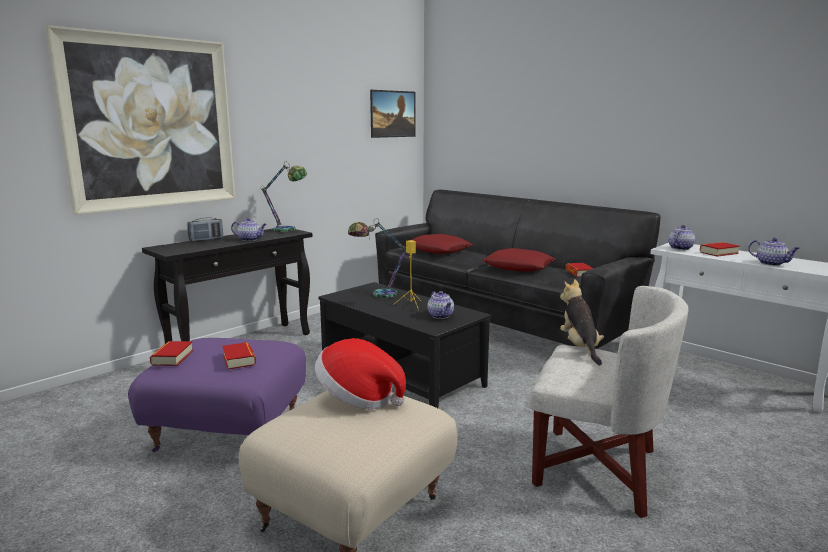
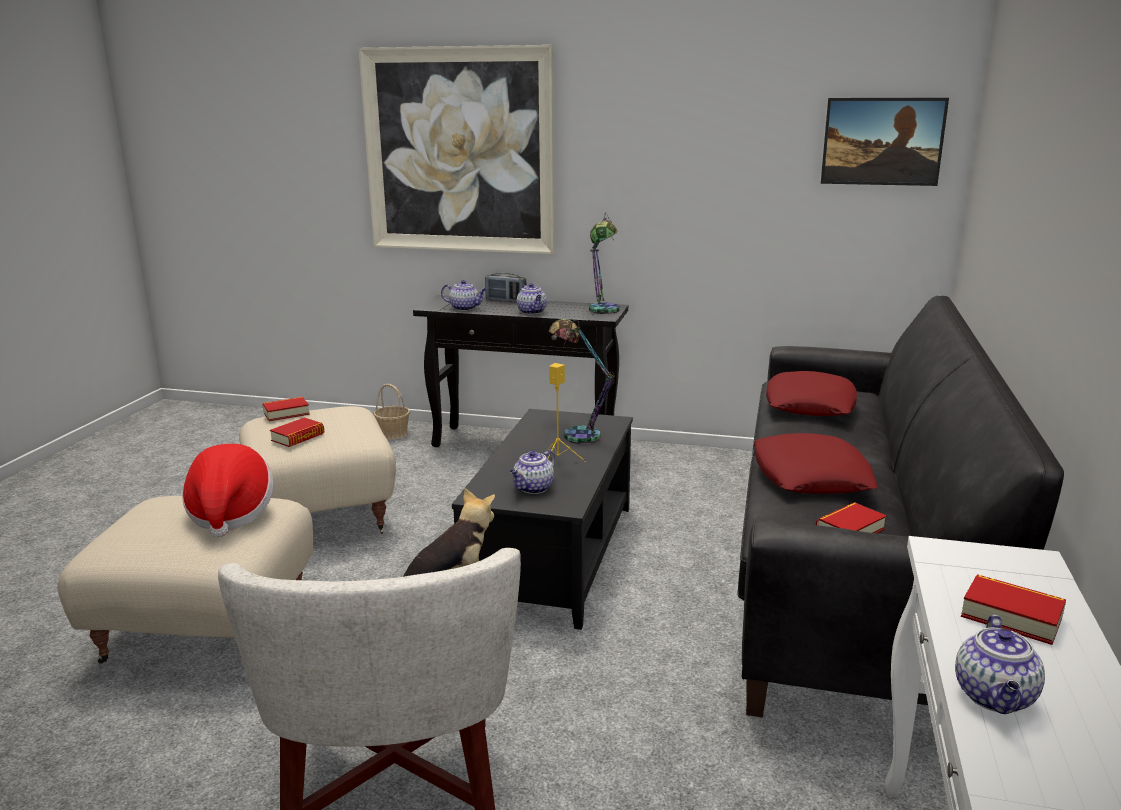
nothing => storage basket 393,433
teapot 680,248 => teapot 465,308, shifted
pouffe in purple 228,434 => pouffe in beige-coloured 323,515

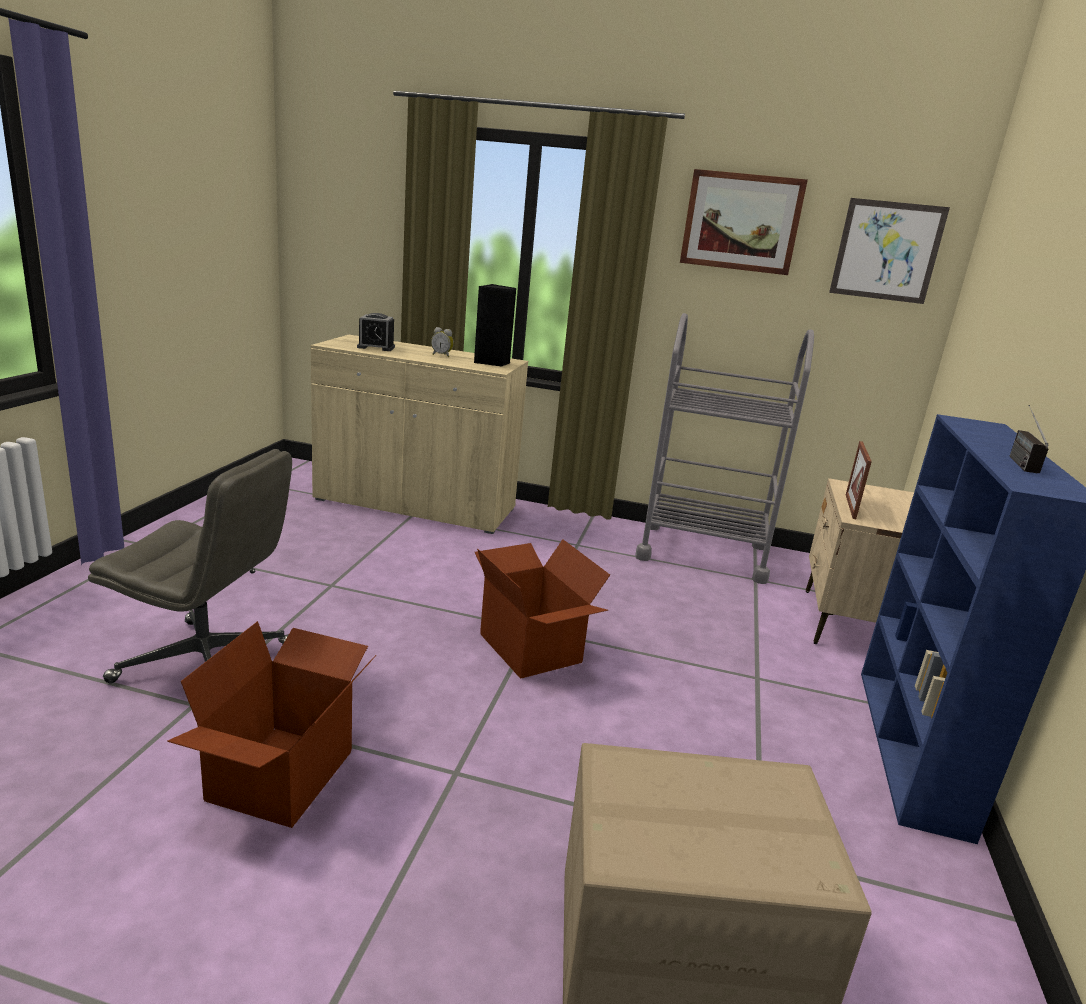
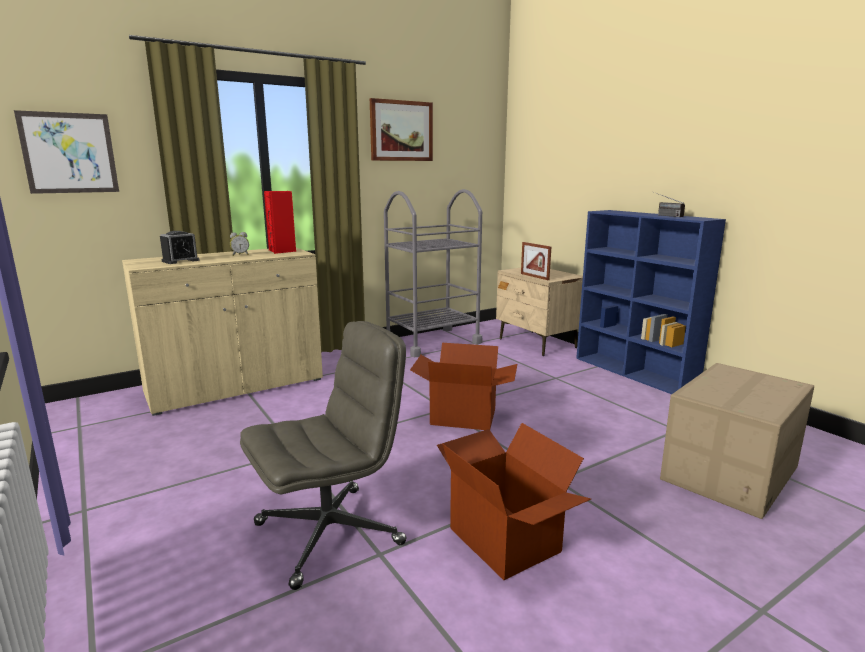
picture 887,251 => picture 69,153, shifted
loudspeaker in black 492,362 => loudspeaker in reddish 282,251

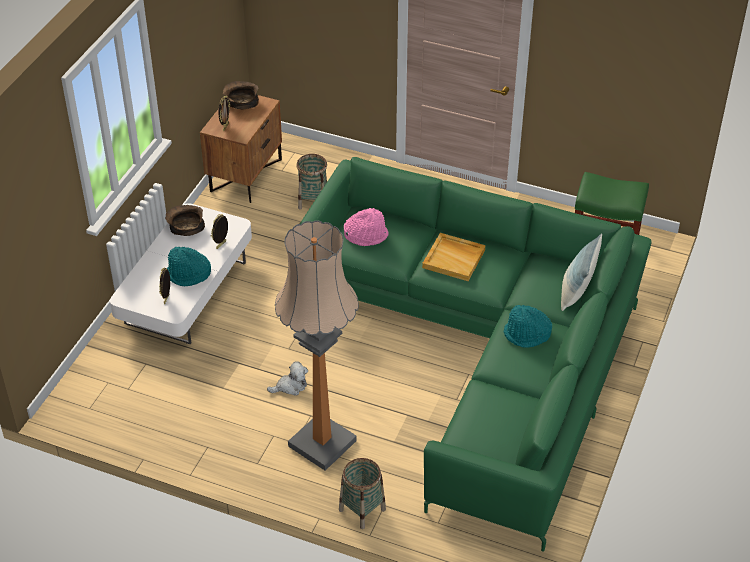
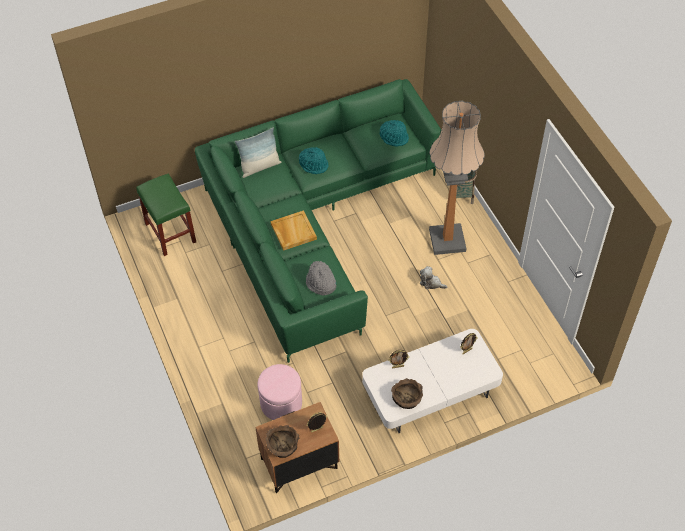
clothing hat in turquoise-coloured 188,275 => clothing hat in turquoise-coloured 394,137, shifted
storage basket 313,200 => pouffe in pink 281,403
clothing hat in pink 366,235 => clothing hat in greyish 320,283

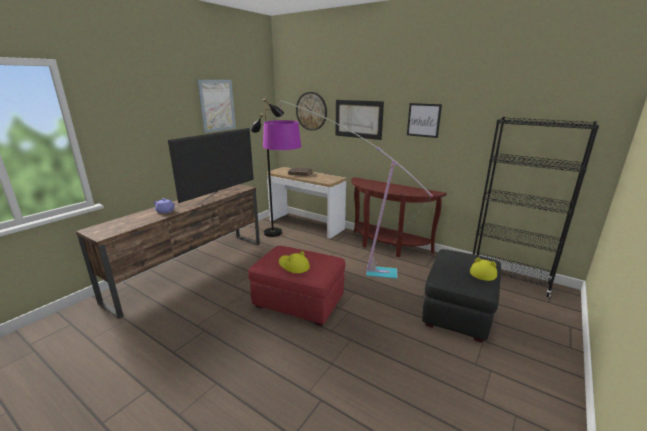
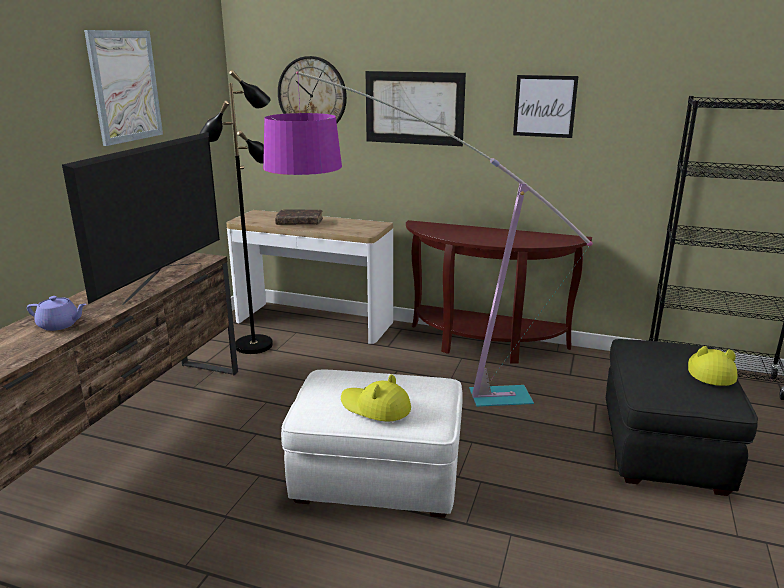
pouffe in reddish 299,302 => pouffe in whitish 378,479

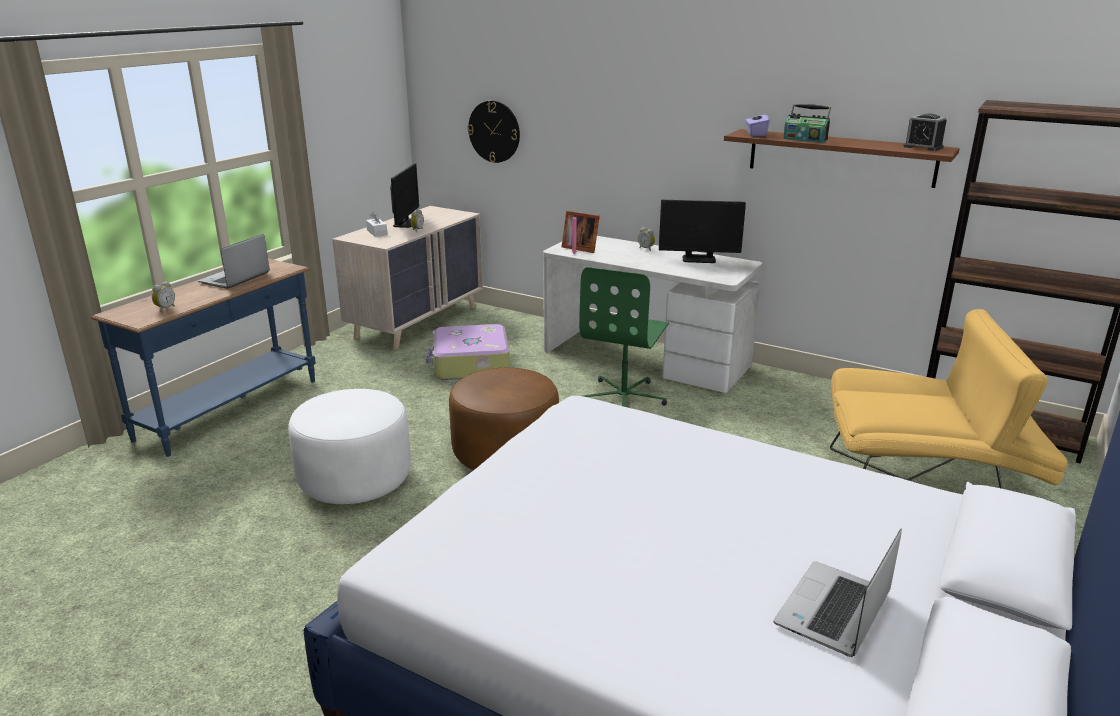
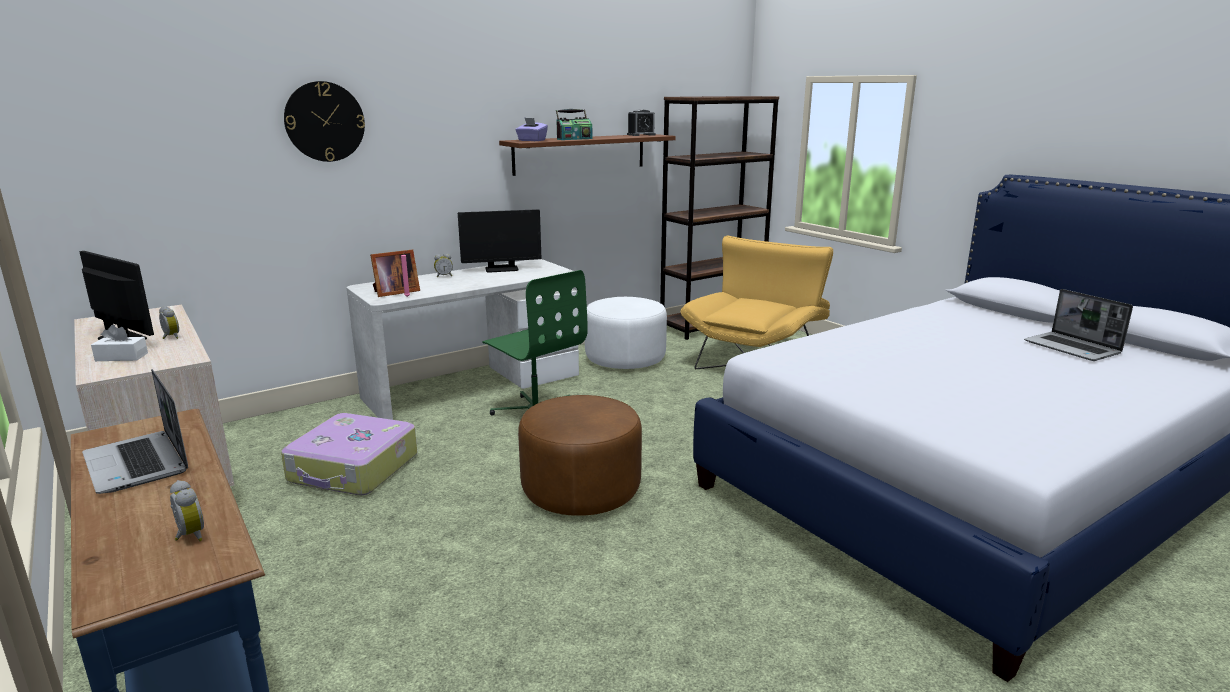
pouffe in whitish 355,479 => pouffe in whitish 625,359, shifted
wall clock 494,131 => wall clock 324,121, shifted
computer screen 699,259 => computer screen 501,269, 45 degrees clockwise

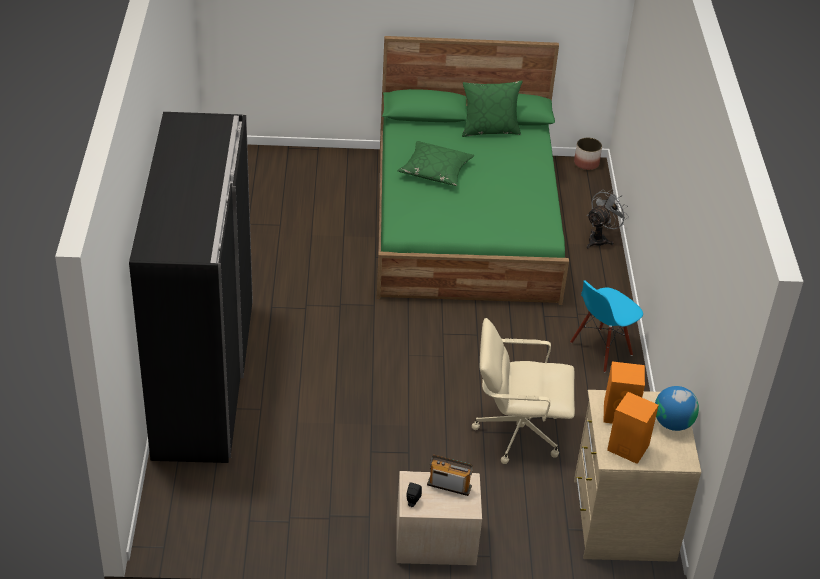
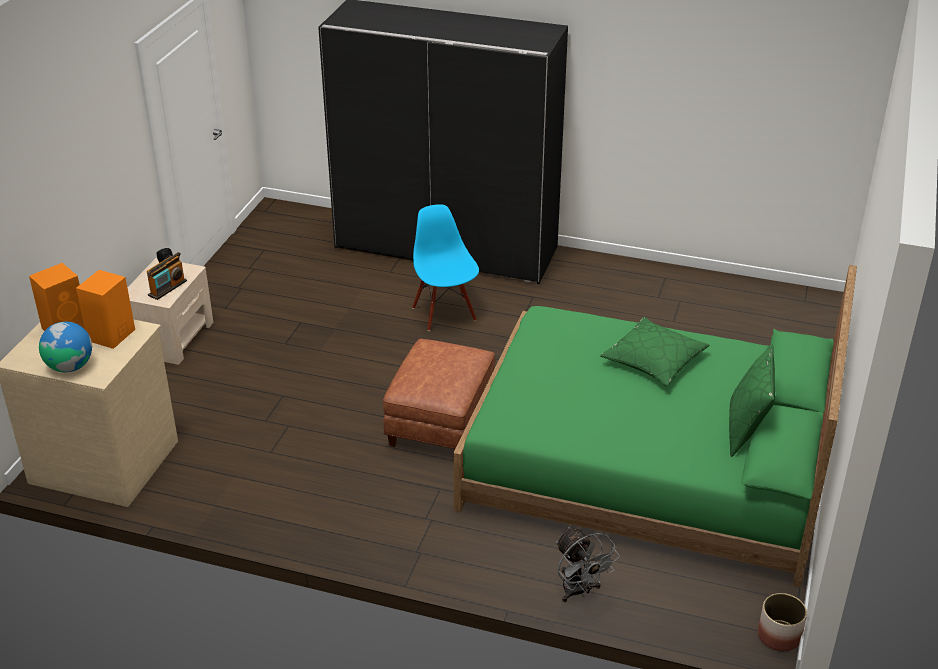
computer chair in beige-coloured 517,431 => nothing
nothing => pouffe in brown 441,424
chair in blue 601,349 => chair in blue 445,313, shifted

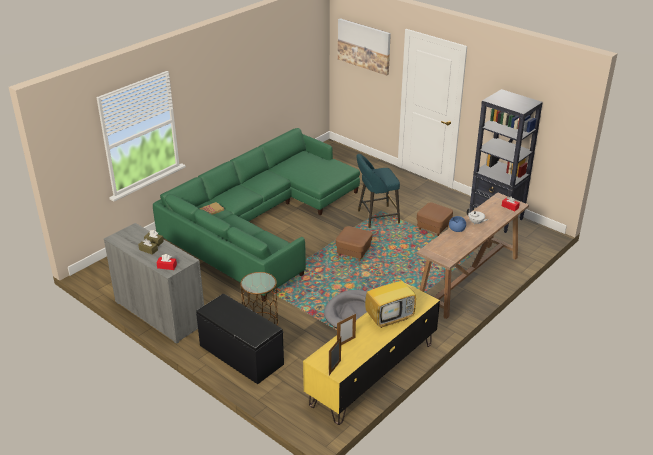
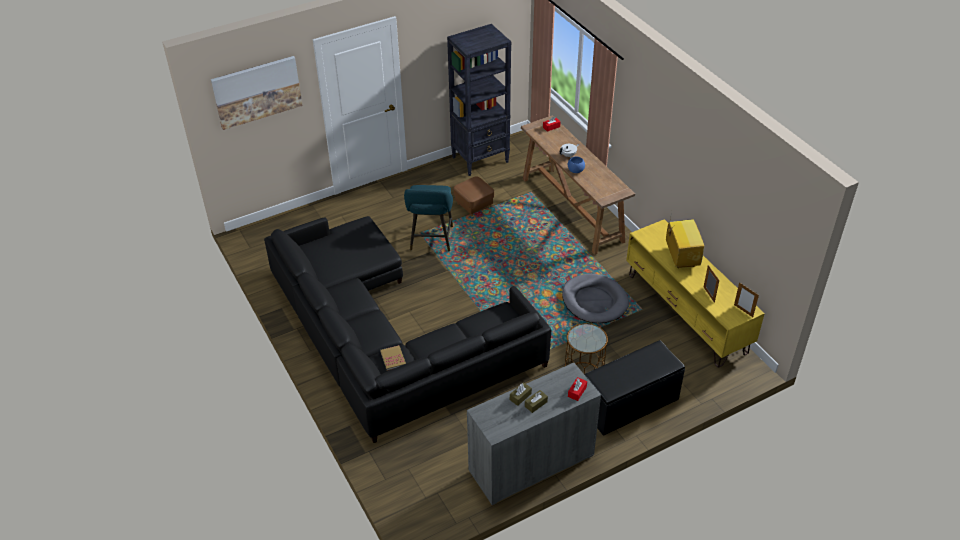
pouffe in brown 353,252 => nothing
sofa in greenish 260,222 => sofa in black 387,337

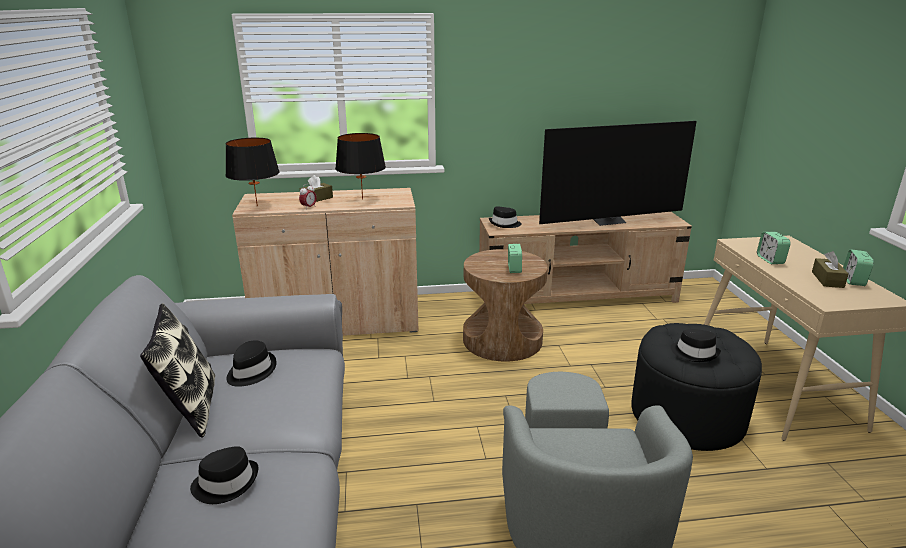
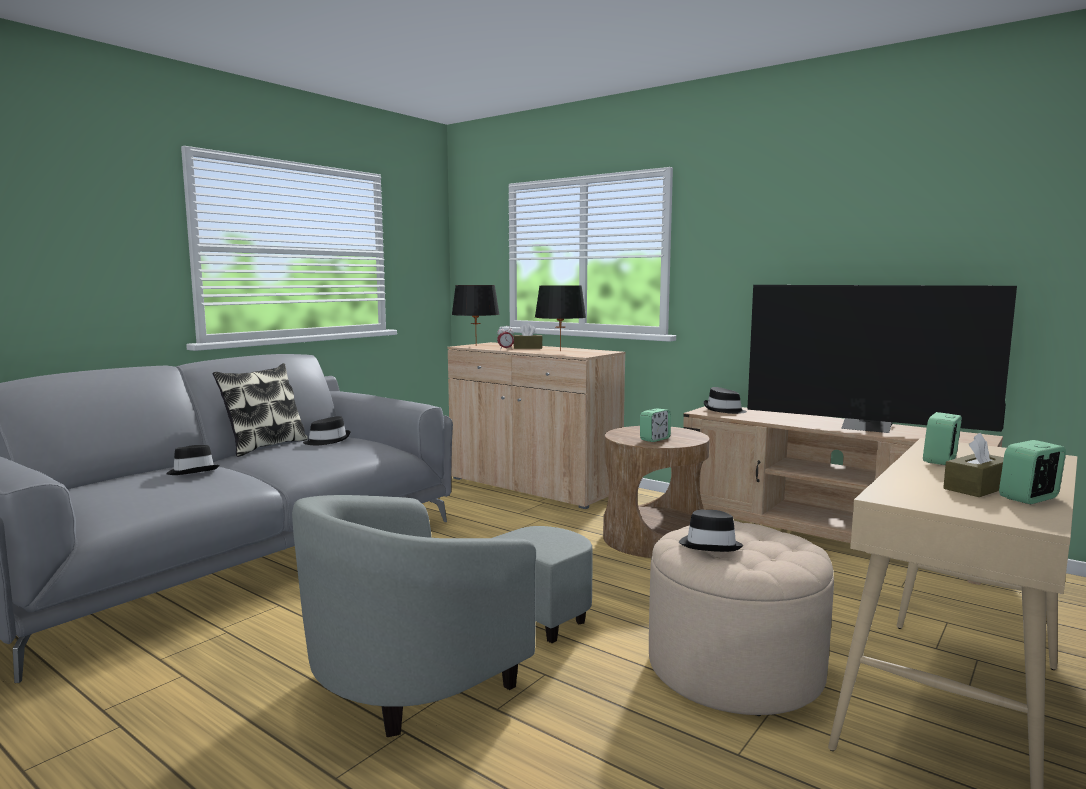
pouffe in black 687,416 => pouffe in beige-coloured 734,667

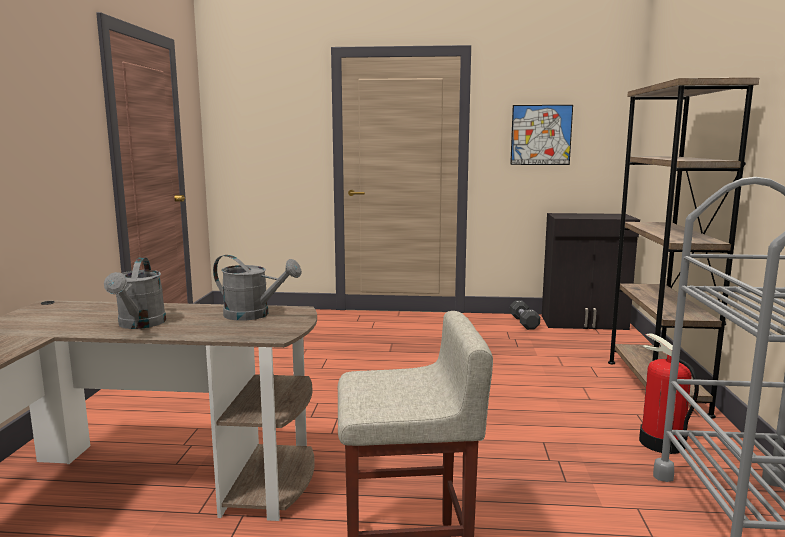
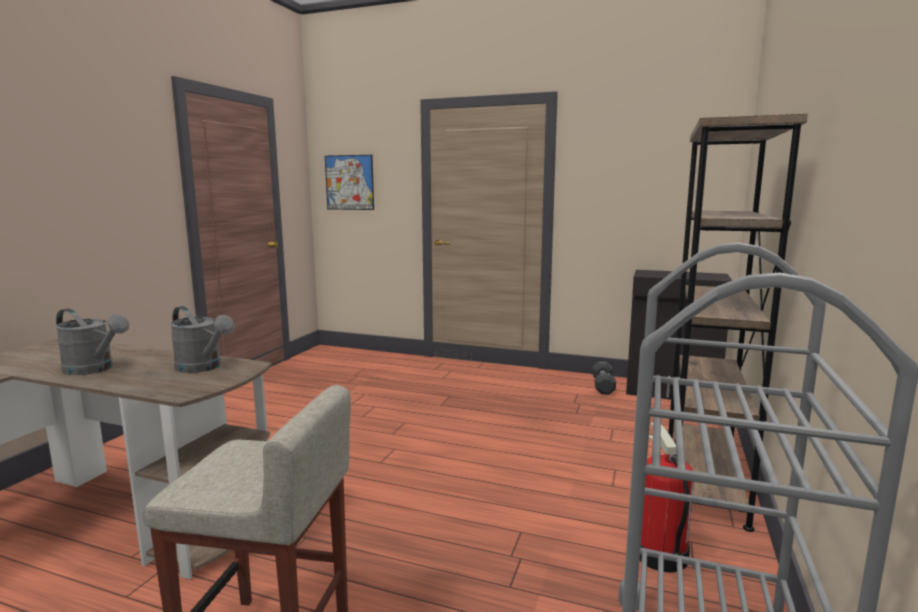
picture 541,135 => picture 349,182, shifted
watering can in greyish 139,325 => watering can in greyish 94,369, 75 degrees counterclockwise

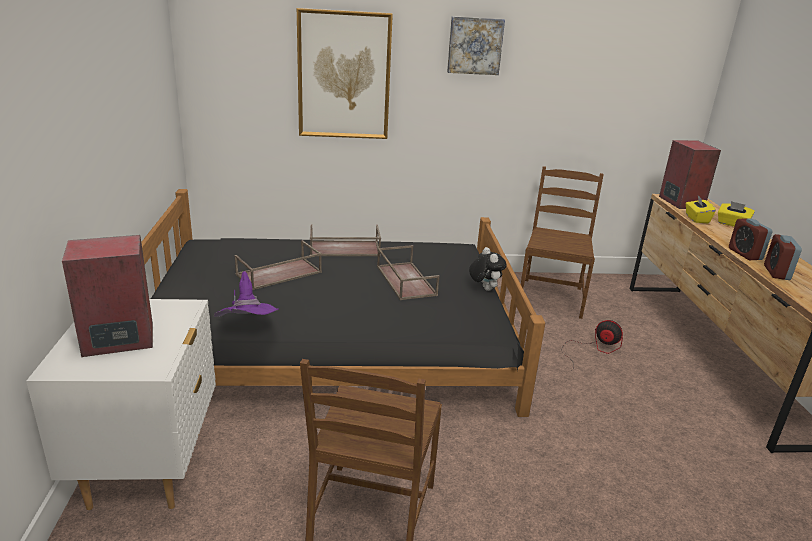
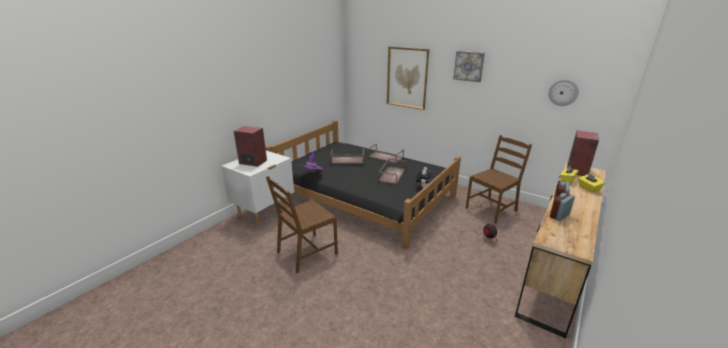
nothing => wall clock 563,92

